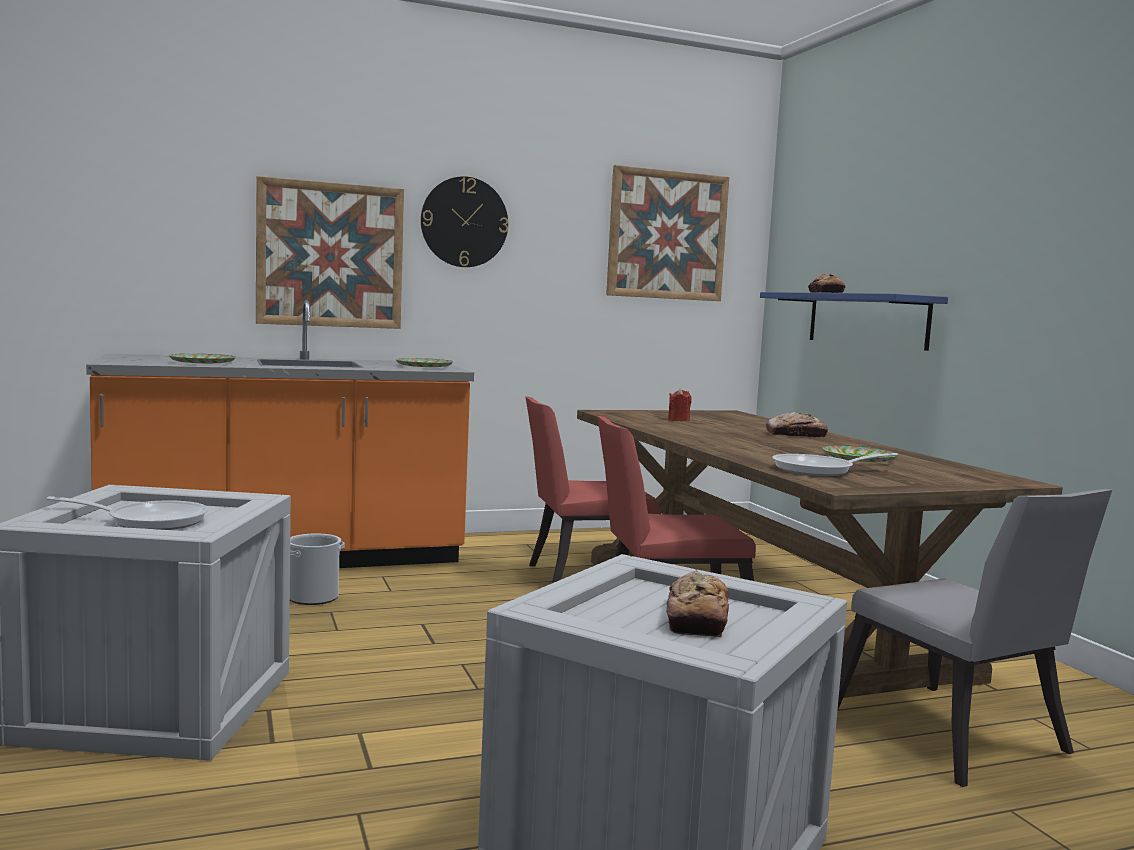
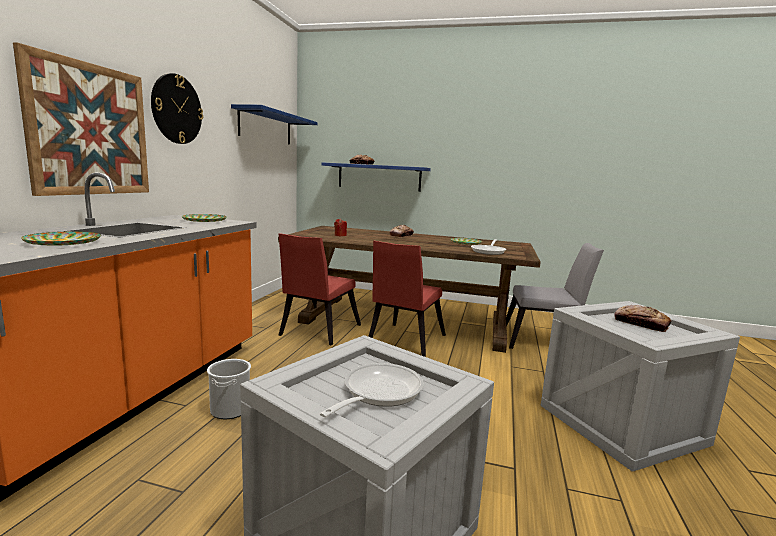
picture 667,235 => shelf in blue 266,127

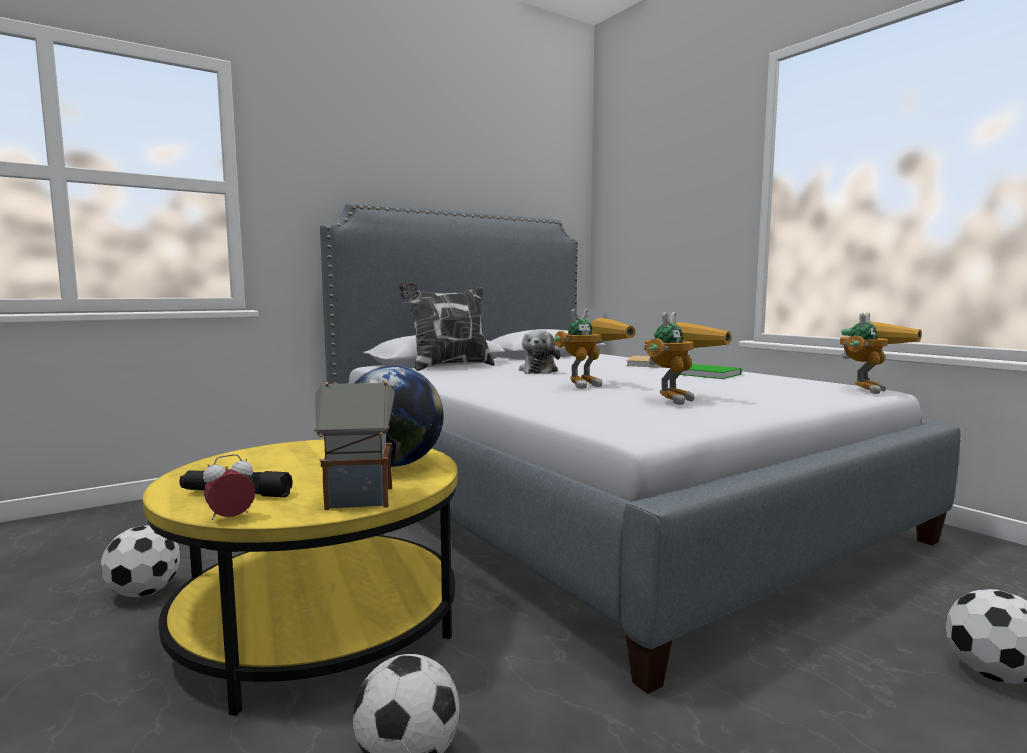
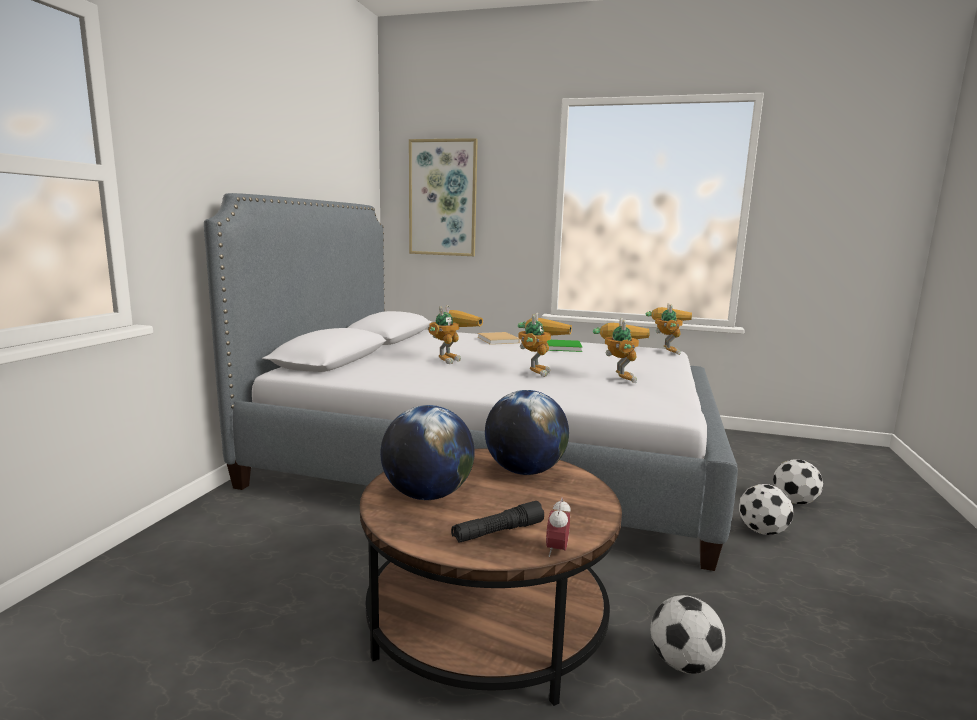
miniature house 357,498 => nothing
throw pillow 448,367 => nothing
nothing => desk globe 427,495
nothing => picture 443,198
ball for football 143,592 => ball for football 762,531, shifted
plush toy 539,371 => robot figure 450,359
lounge table in yellow 318,623 => lounge table in brown 487,620

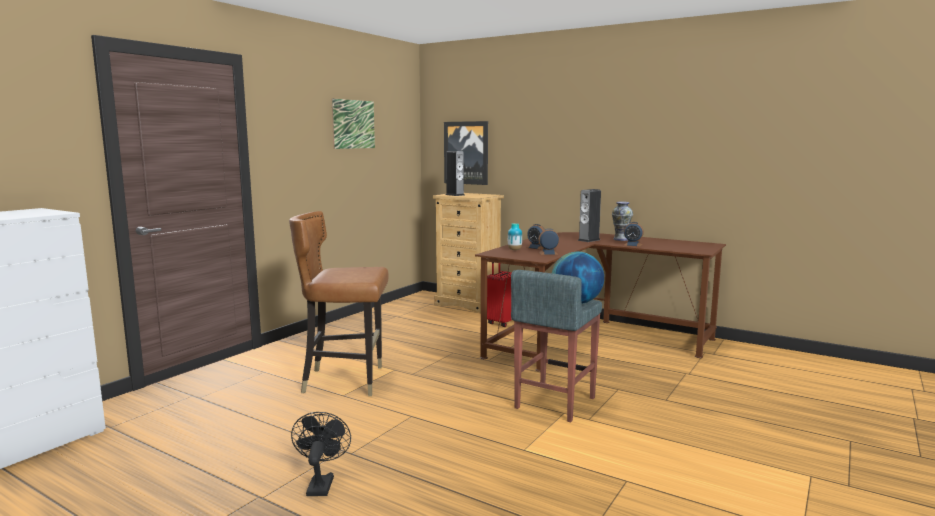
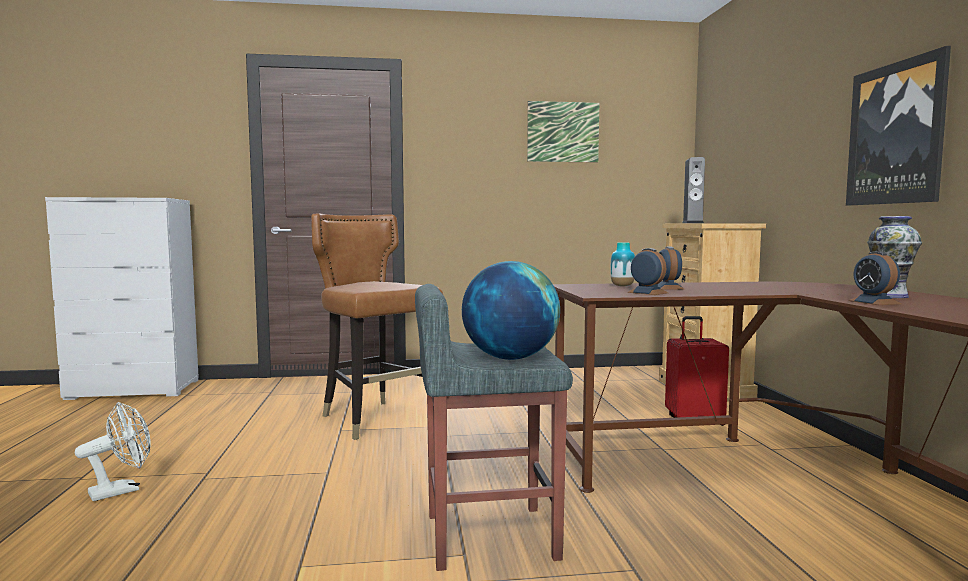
loudspeaker 589,240 => nothing
picture 466,153 => picture 896,134, shifted
fan in black 321,483 => fan in whitish 122,490

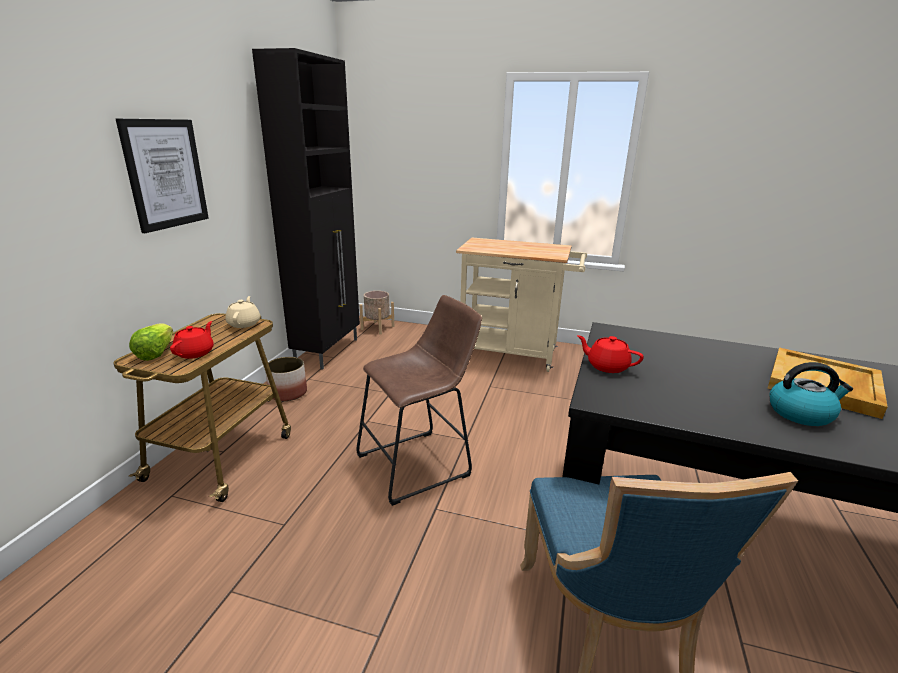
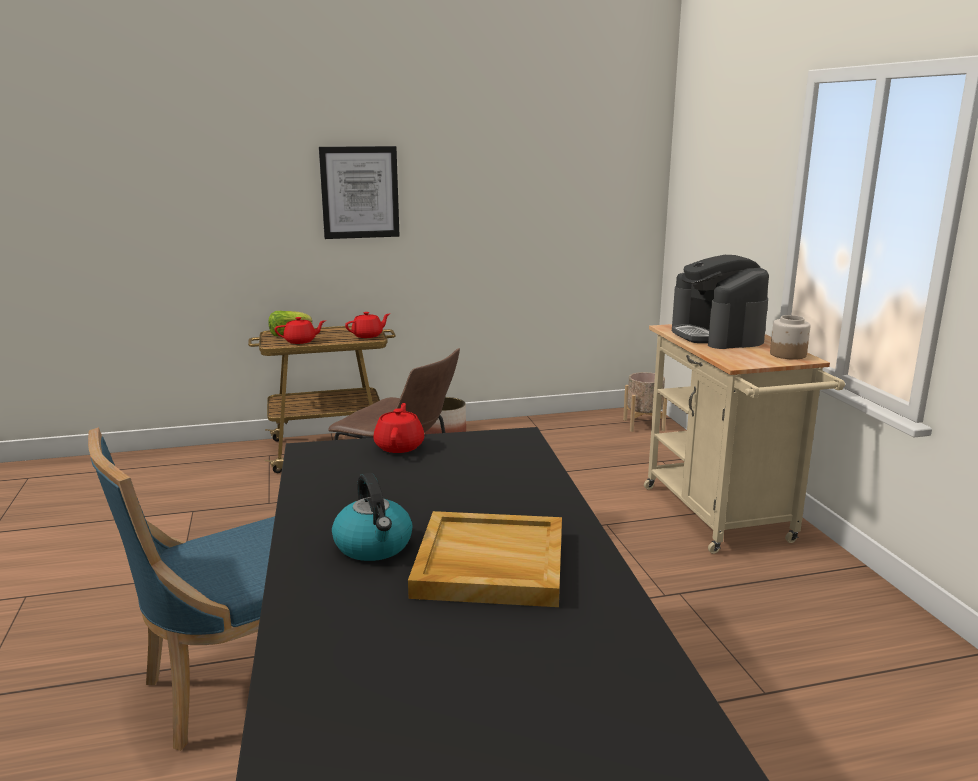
cupboard in black 328,351 => nothing
nothing => coffee brewer 716,335
nothing => preserve jar 787,354
teapot in beige-coloured 244,323 => teapot in reddish 368,335

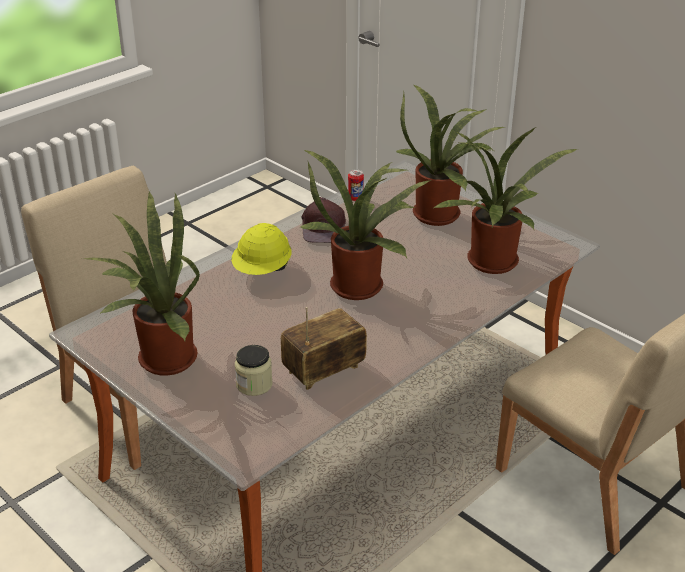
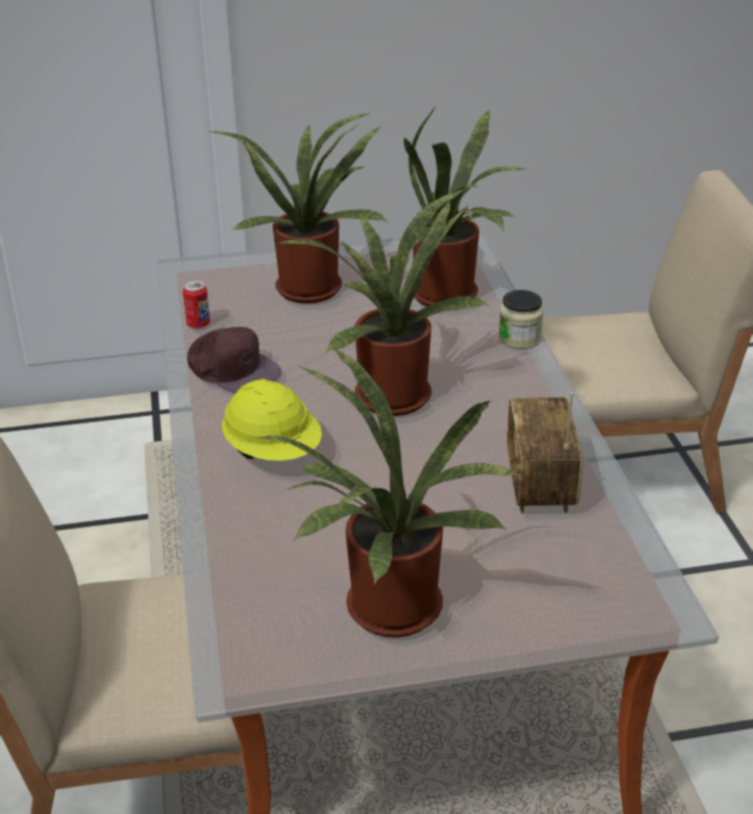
preserve jar 254,384 => preserve jar 520,338, shifted

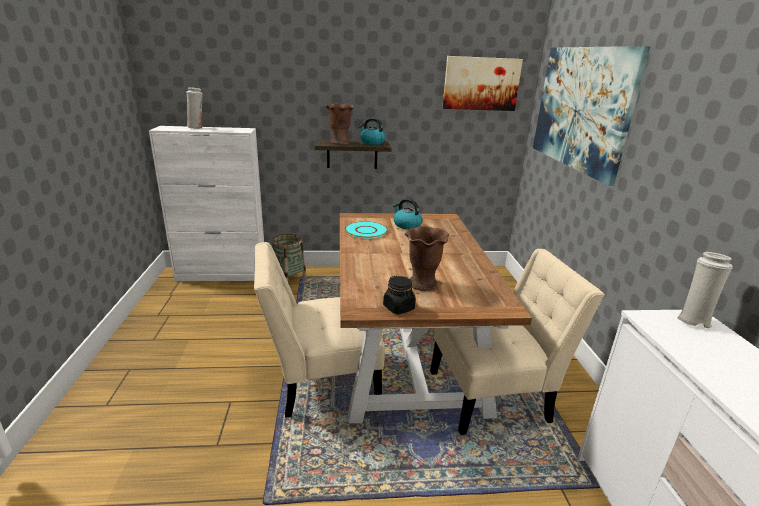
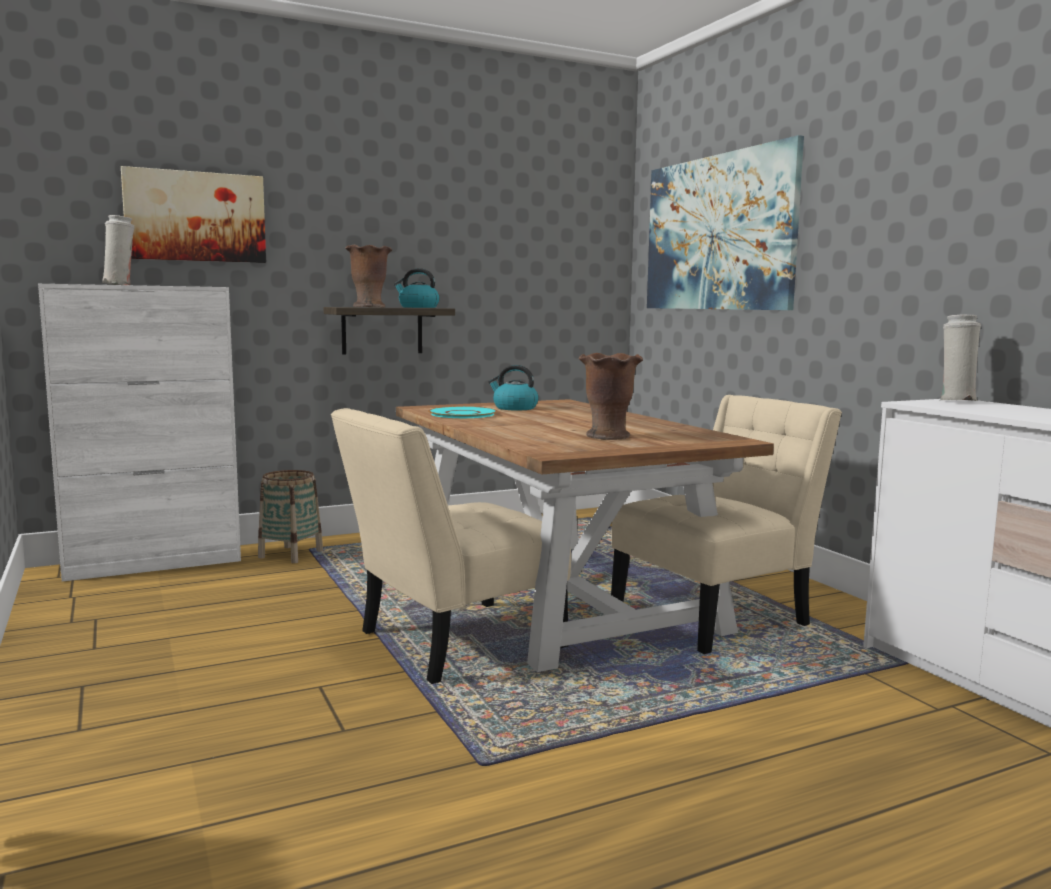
preserve jar in black 399,308 => nothing
picture 481,83 => picture 195,216, shifted

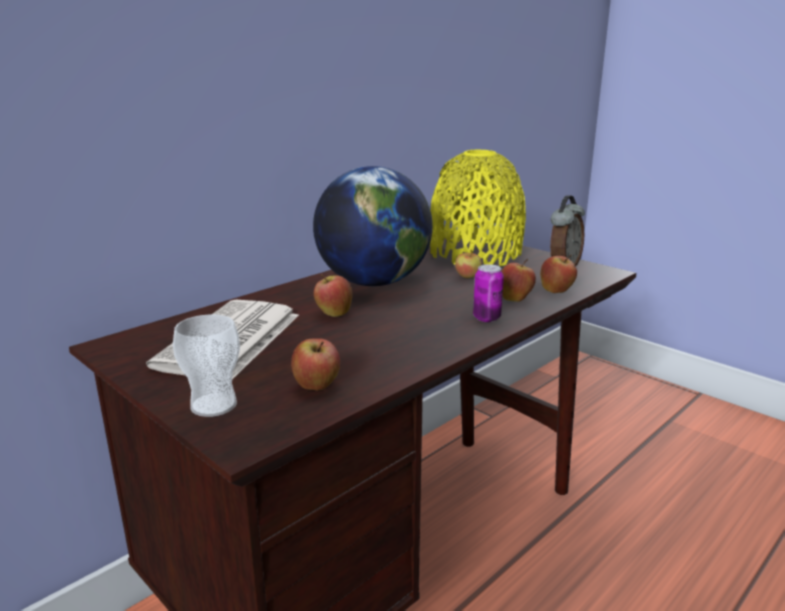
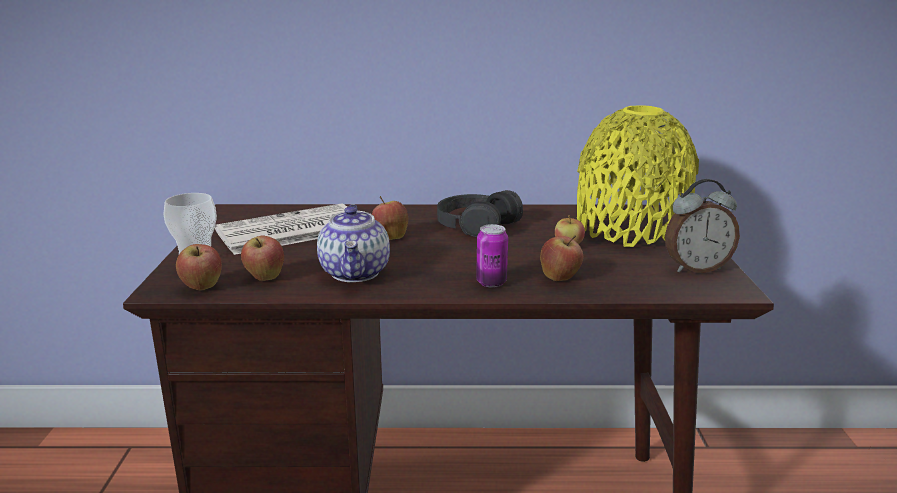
nothing => teapot 356,273
apple 557,291 => apple 202,287, shifted
desk globe 373,282 => headphones in black 476,224

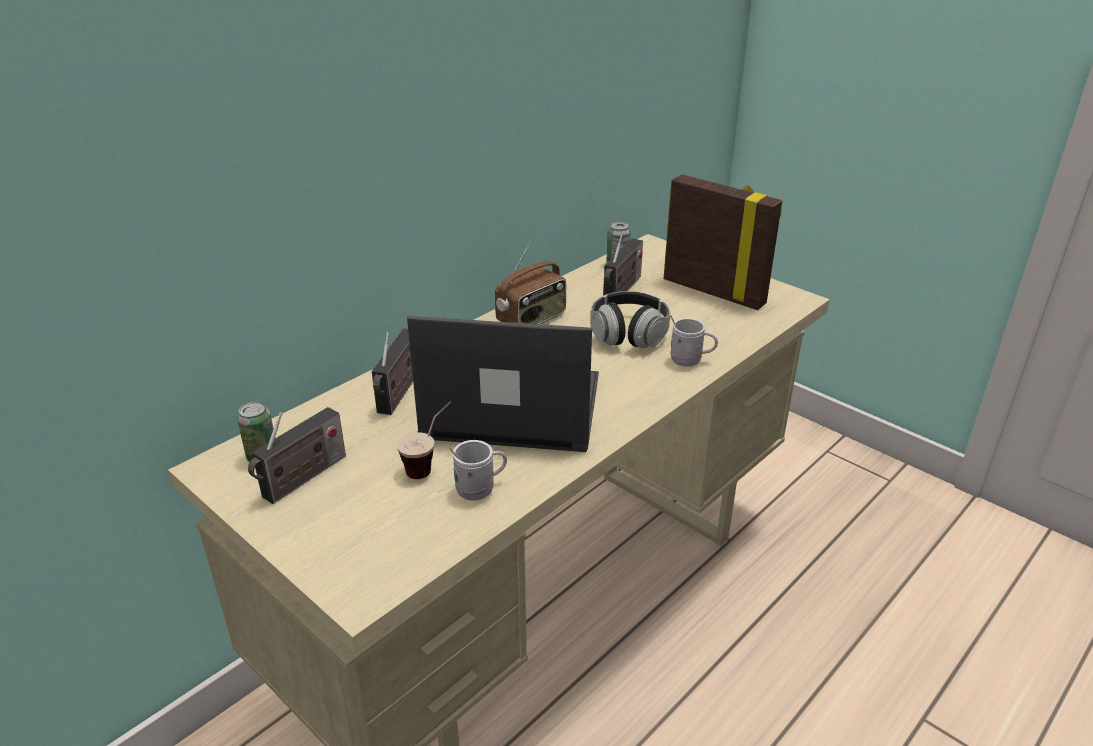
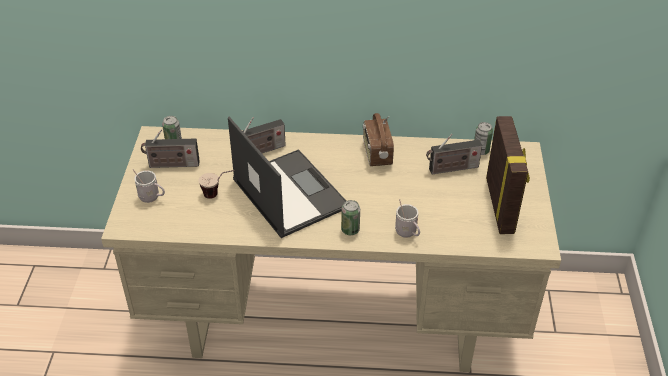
headphones 628,334 => nothing
nothing => metal can 350,230
mug in whitish 480,489 => mug in whitish 152,198, shifted
radio receiver 532,319 => radio receiver 376,154, 75 degrees clockwise

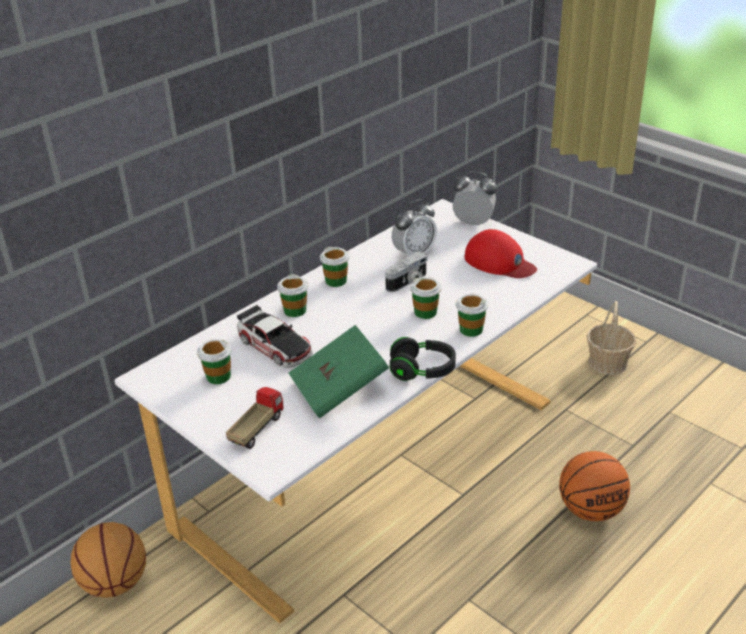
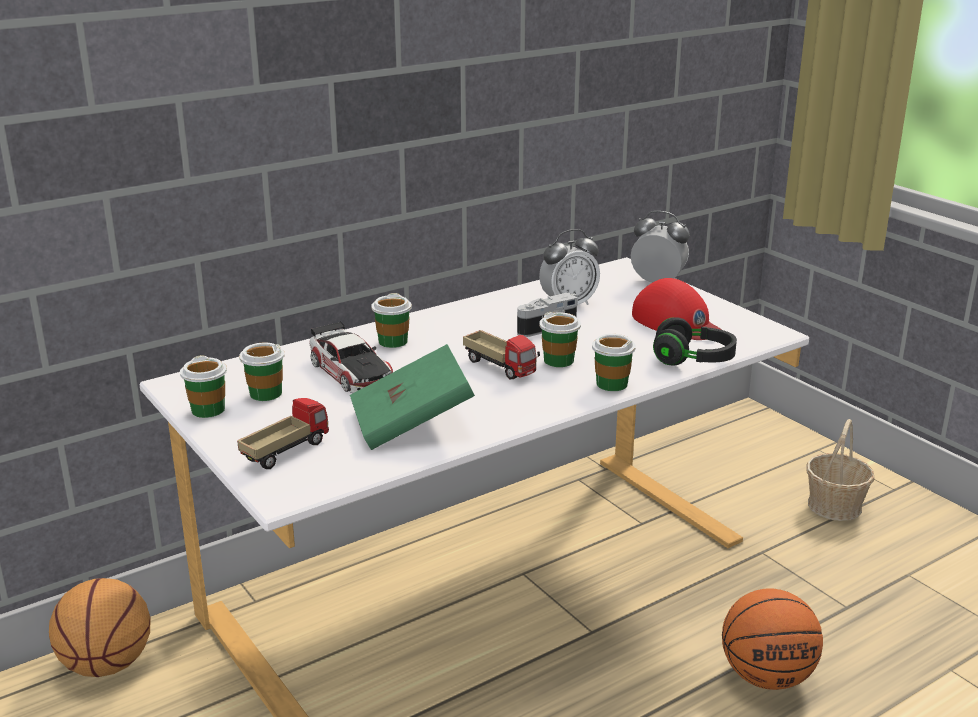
nothing => model truck 500,367
drinking cup 336,281 => drinking cup 208,410, shifted
headphones in black 422,370 => headphones in black 693,360, shifted

